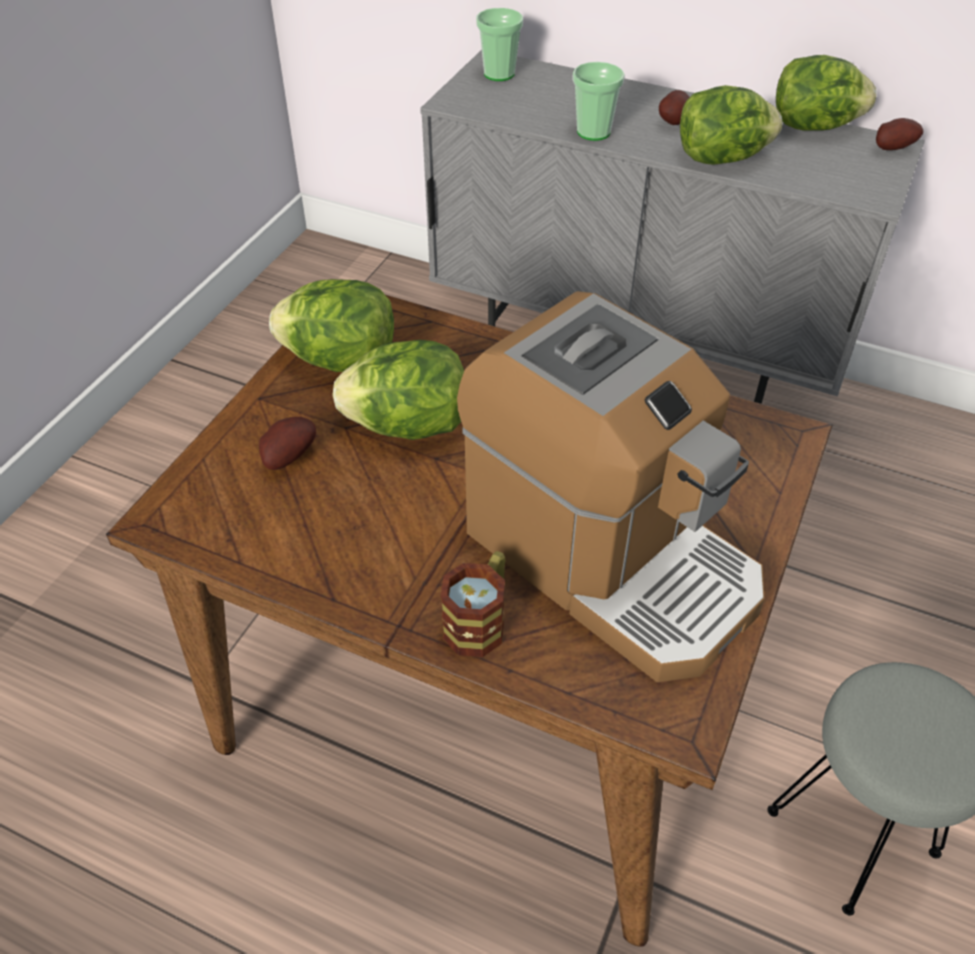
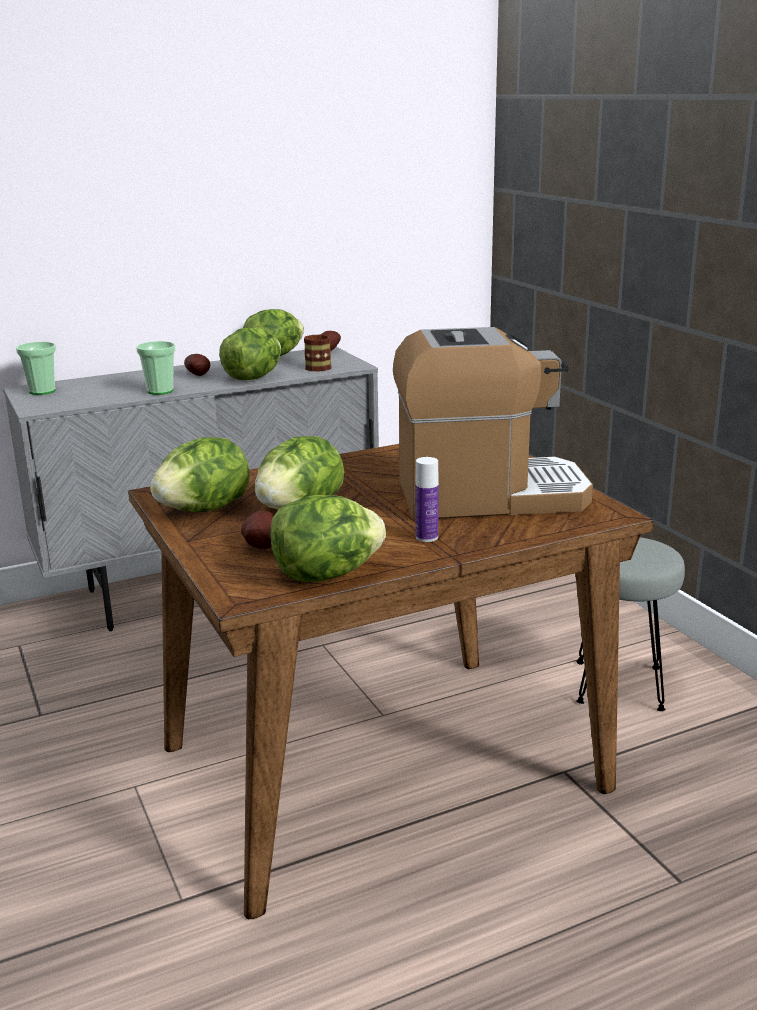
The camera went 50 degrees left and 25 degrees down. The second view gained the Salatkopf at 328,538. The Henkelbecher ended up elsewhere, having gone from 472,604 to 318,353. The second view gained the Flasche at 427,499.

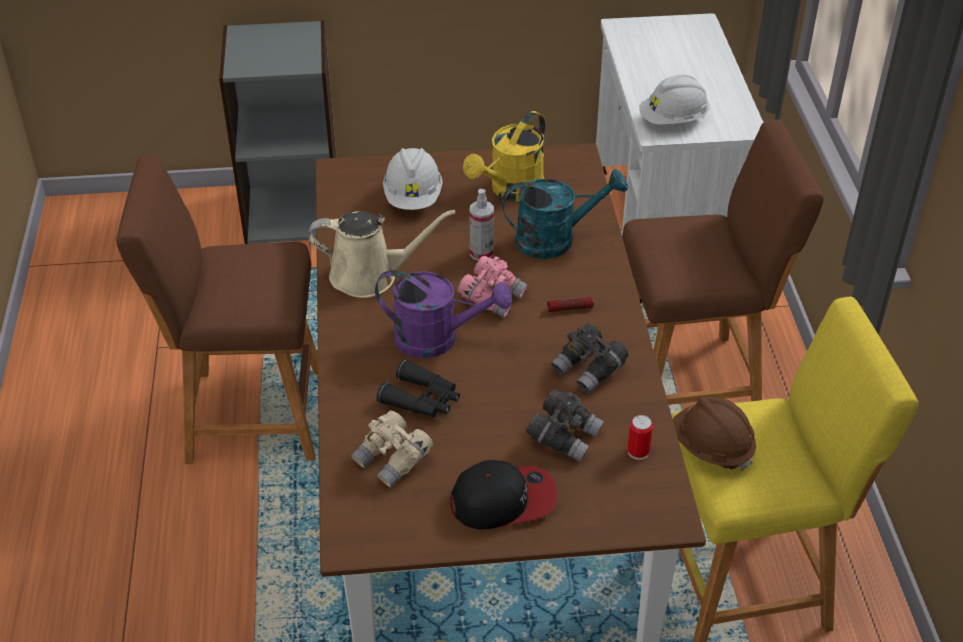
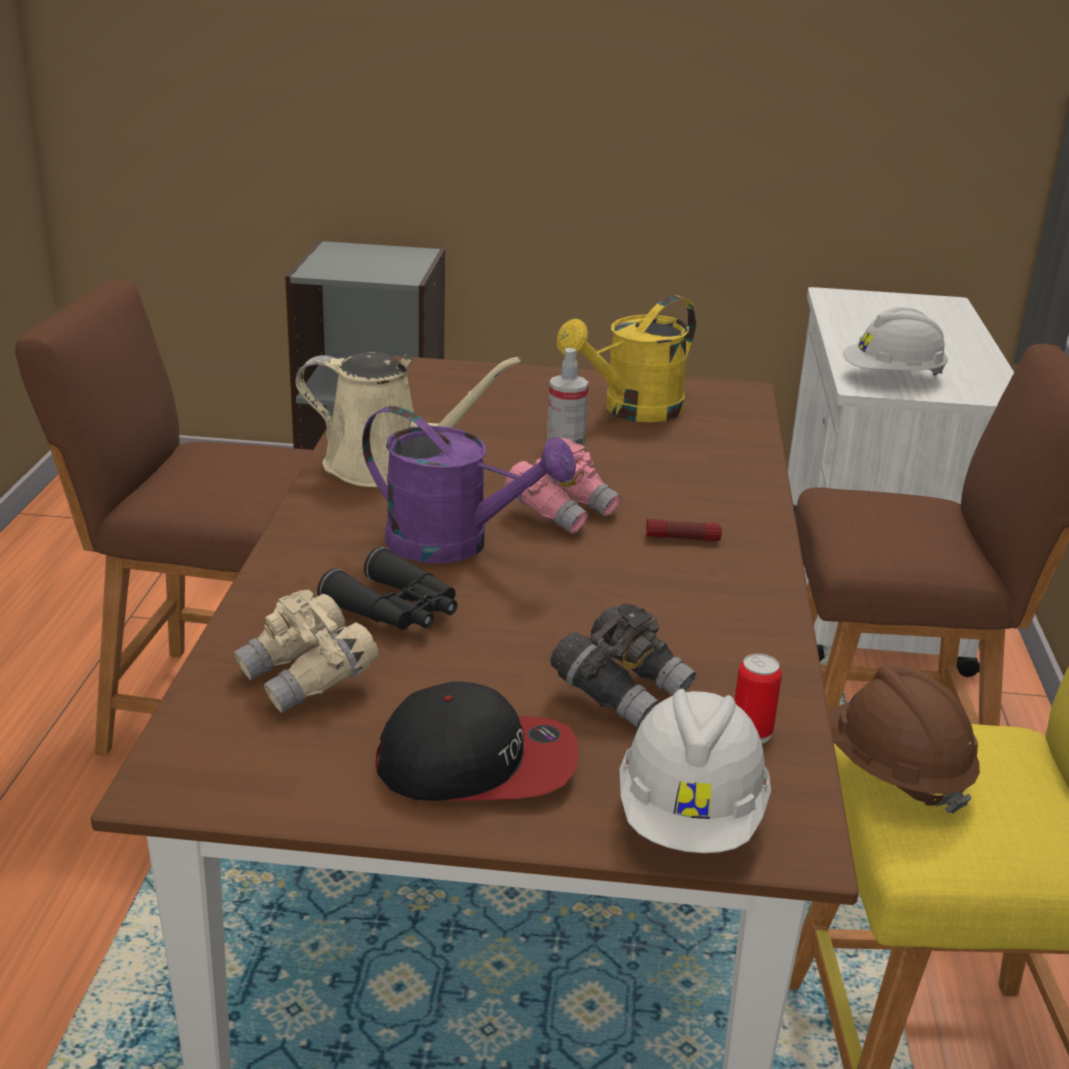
The camera went 10 degrees right and 15 degrees down. The Schutzhelm [weiß] ended up elsewhere, having gone from 413,179 to 695,771. The second view lost the Gießkanne [türkis] at 565,214. The second view lost the Fernglas [grau] at 590,358.

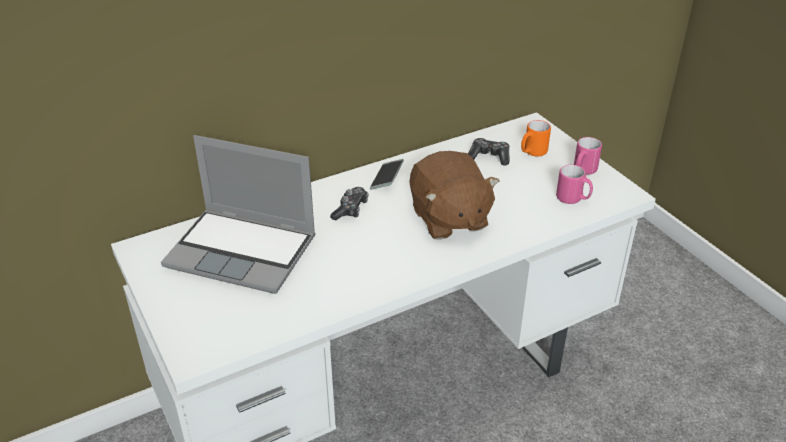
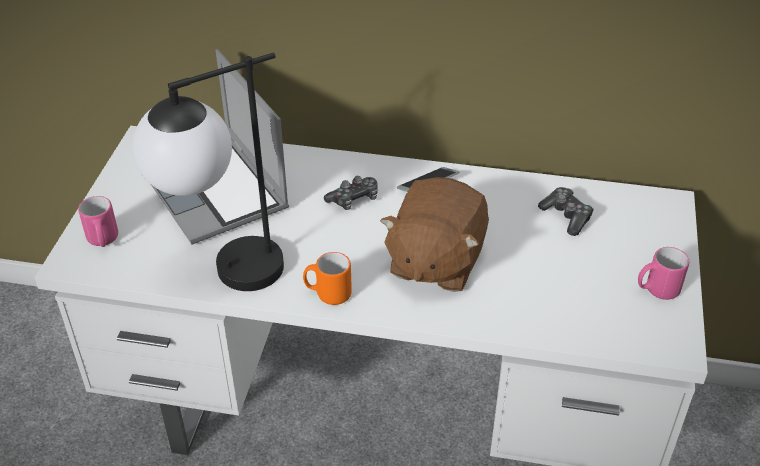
The camera went 40 degrees right and 5 degrees up. The Henkelbecher [rosa] ended up elsewhere, having gone from 574,184 to 98,221. The second view gained the Tischlampe at 208,171. The Henkelbecher [orange] ended up elsewhere, having gone from 536,138 to 327,278.

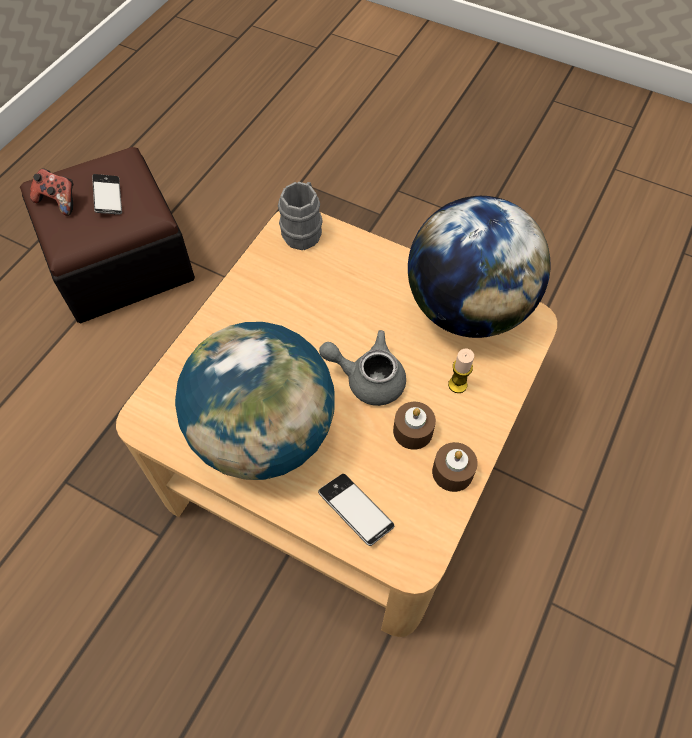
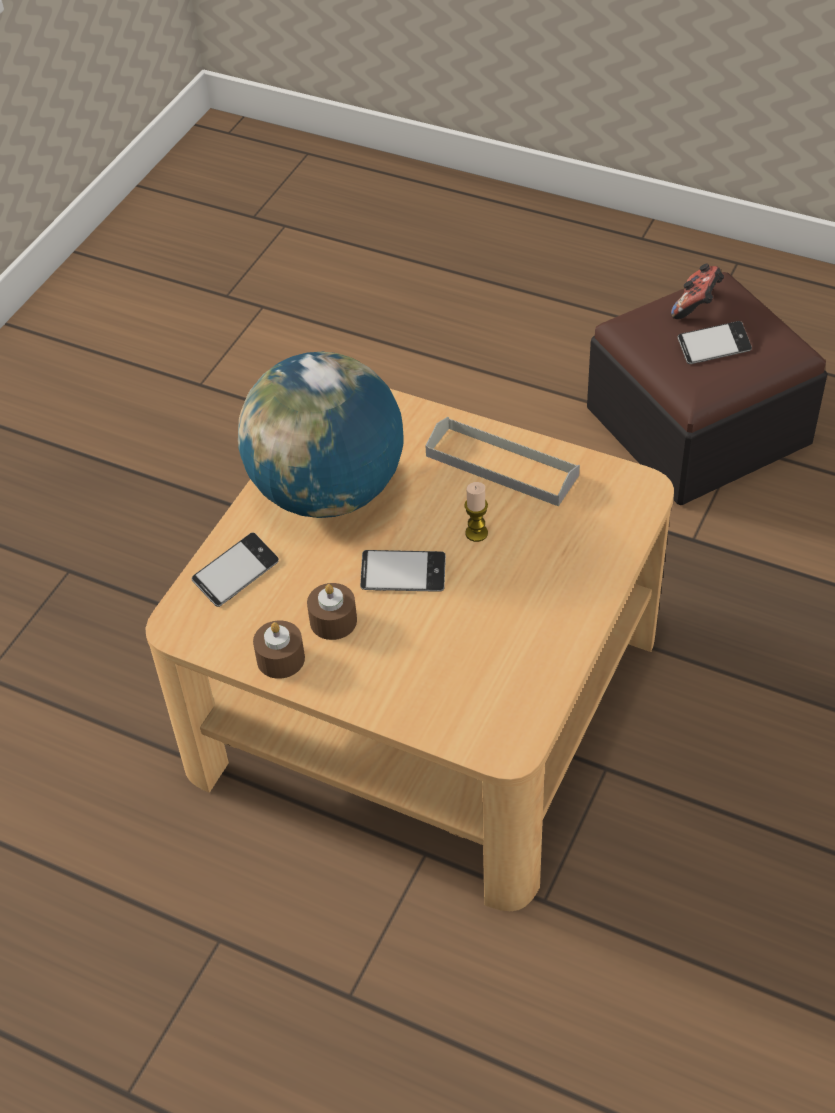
The camera went 90 degrees right and 10 degrees down. Where the Teekanne [grau] stood at 362,368, the Handy came to stand at 403,571. The second view gained the Tablett [grau] at 503,462. The Kerze ended up elsewhere, having gone from 461,371 to 476,512. The second view lost the Henkelbecher [grau] at 300,216. The second view lost the Globus at 479,267.

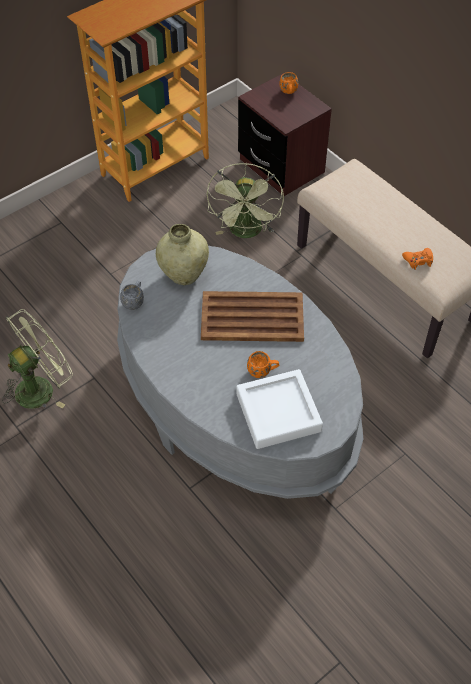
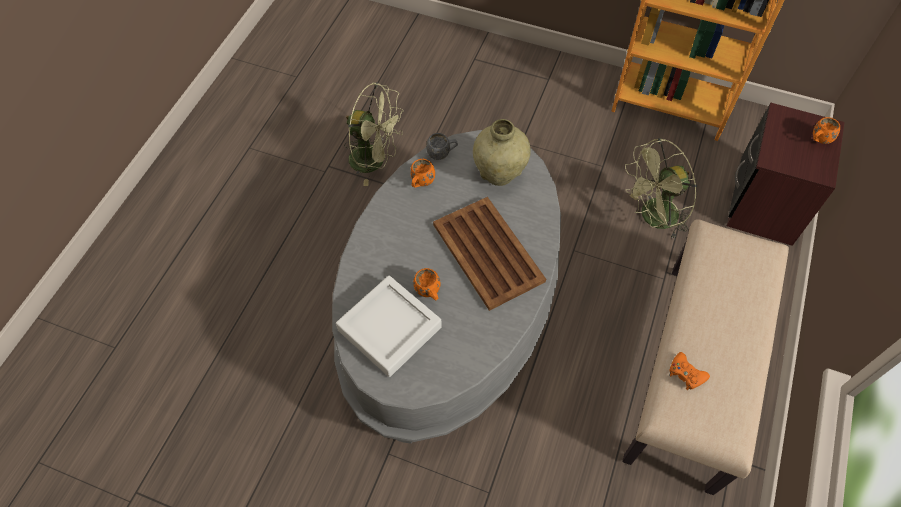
The camera went 60 degrees right and 5 degrees up. The second view gained the Henkelbecher [orange] at 422,173.

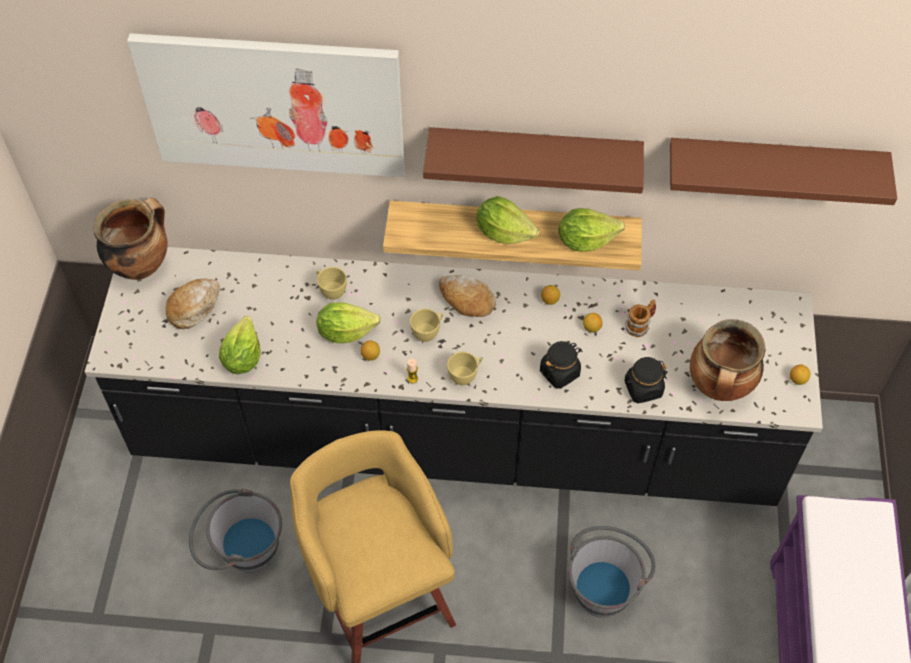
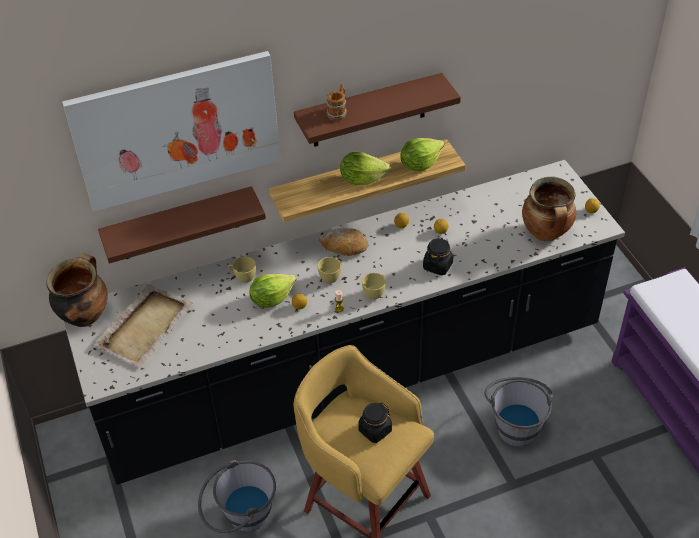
The camera went 25 degrees left and 10 degrees down. Where the Brot stood at 193,304, the Tablett [beige] came to stand at 143,326. The Wandregal [braun] ended up elsewhere, having gone from 783,171 to 182,225. The Henkelbecher ended up elsewhere, having gone from 640,318 to 336,102. The Vorratsglas [schwarz] ended up elsewhere, having gone from 645,380 to 375,423. The second view lost the Salatkopf at 240,345.

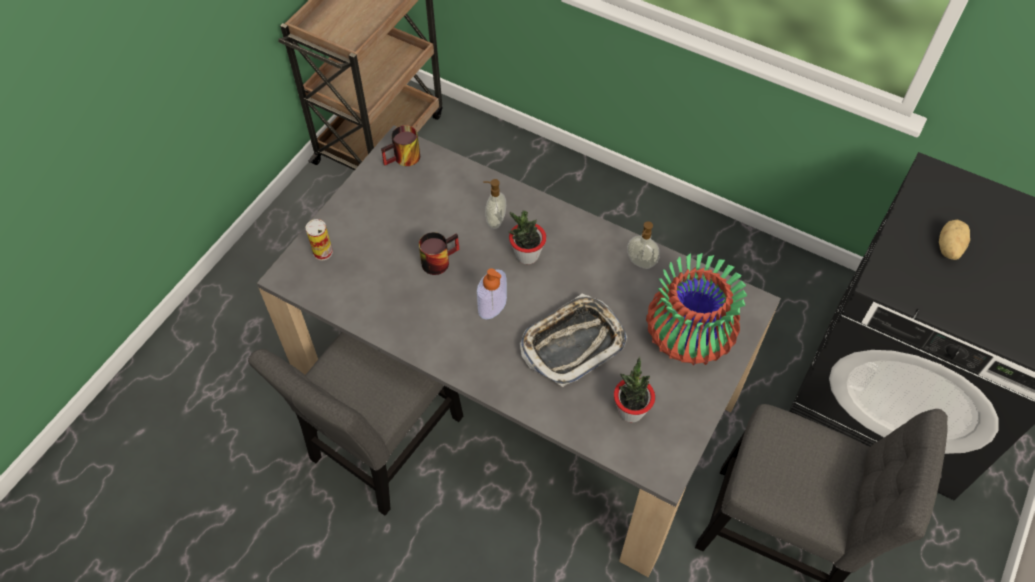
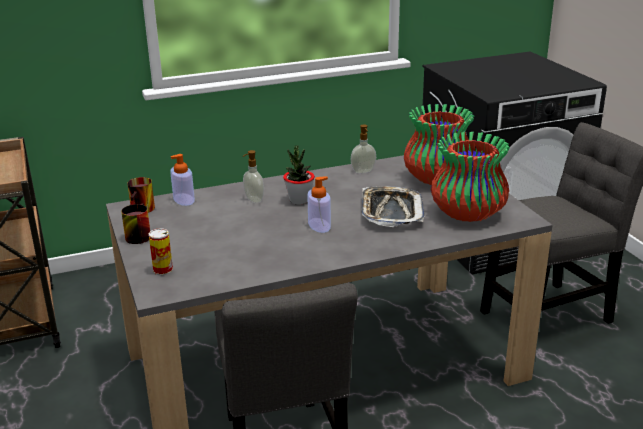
The camera went 50 degrees left and 30 degrees down. The Henkelbecher ended up elsewhere, having gone from 439,253 to 135,223. The second view gained the Seifenspender at 182,180. Where the Topfpflanze stood at 634,389, the Vase came to stand at 470,177. The second view lost the Kartoffel at 954,240.

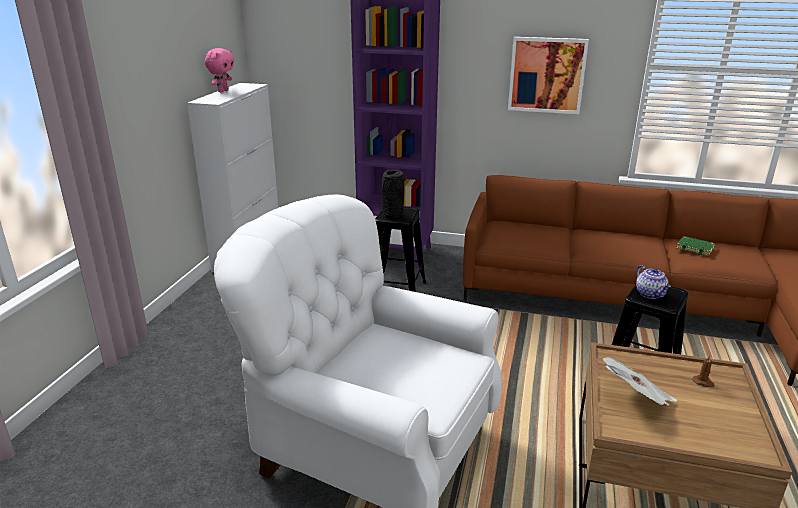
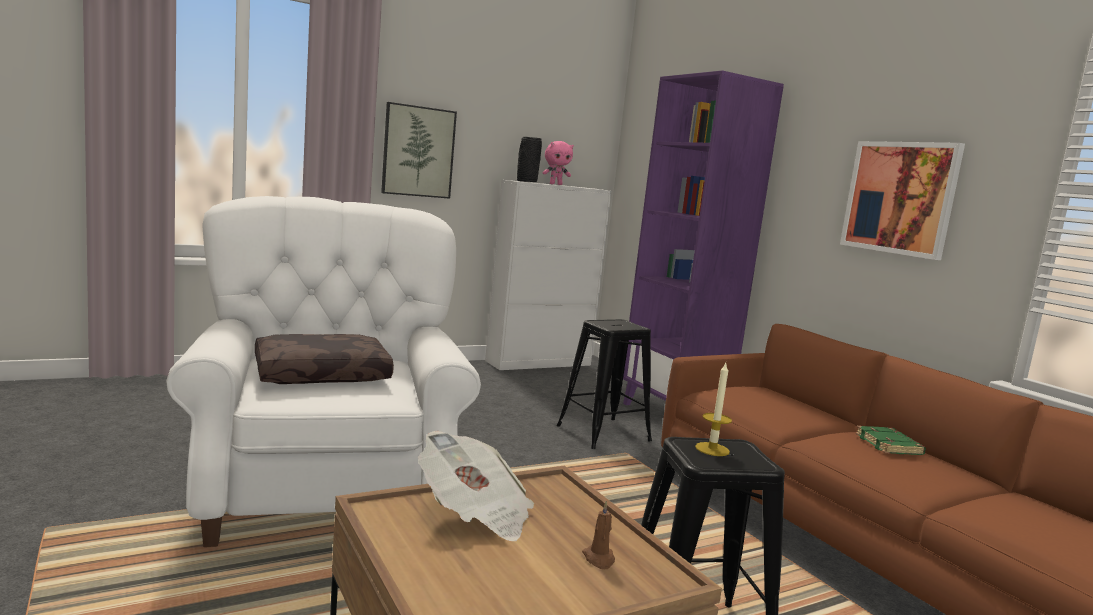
The camera went 45 degrees right and 15 degrees down. The second view gained the Kissen [braun] at 324,359. The second view gained the Bild at 419,150. The Vase [schwarz] ended up elsewhere, having gone from 393,194 to 529,159. Where the Teekanne stood at 653,282, the Kerze came to stand at 713,409. The Buch [grün] ended up elsewhere, having gone from 695,246 to 890,440.

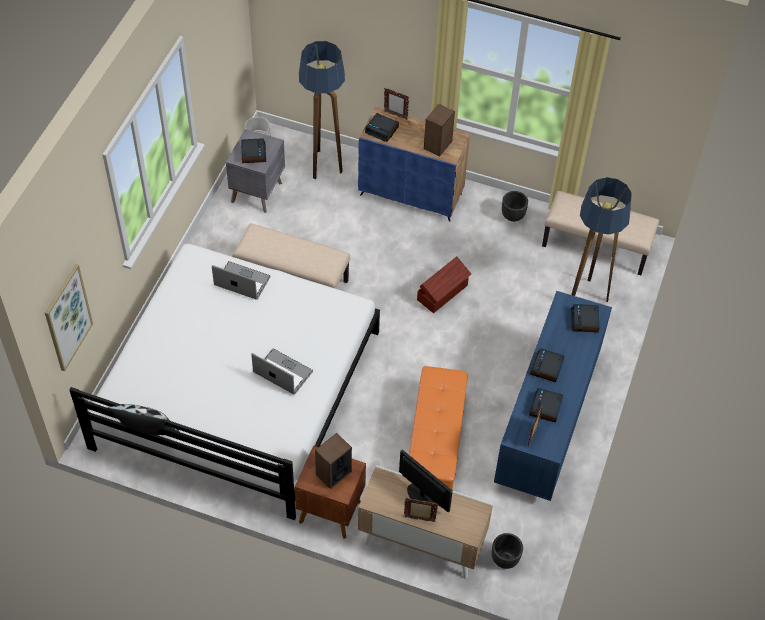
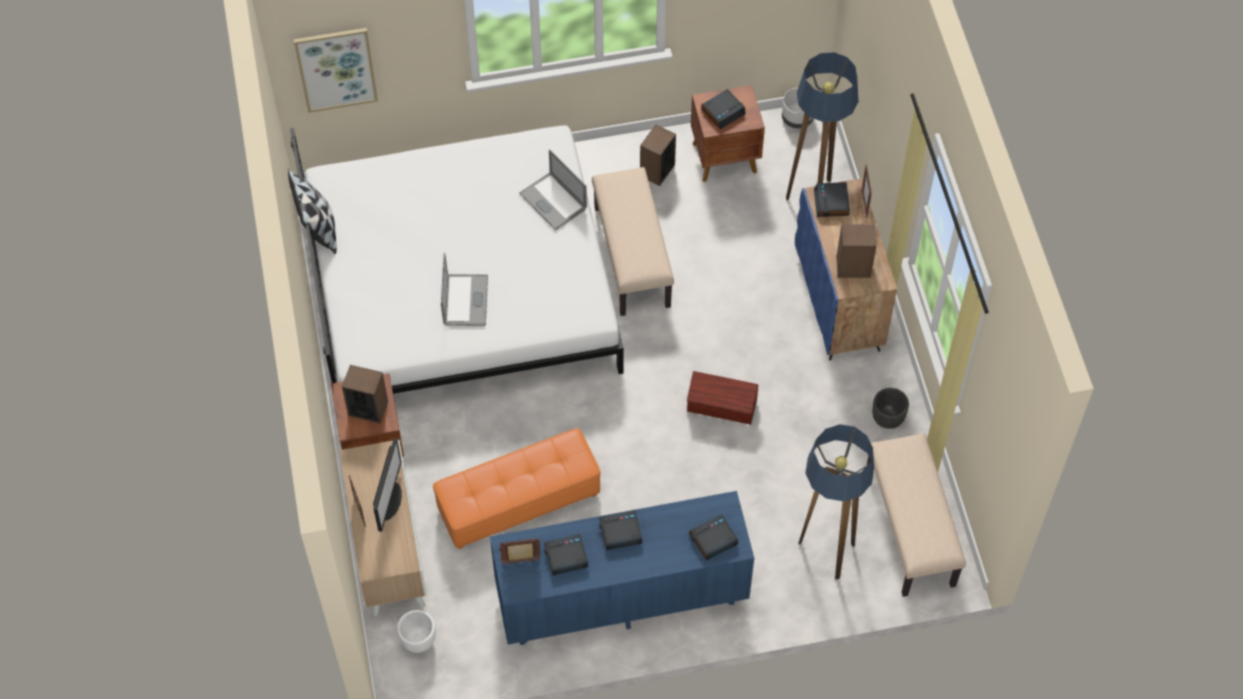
The camera went 60 degrees right and 5 degrees up. What was the Pflanzkübel [schwarz] at 507,551 turned into the Pflanzkübel [weiß] at 416,631. The Laptop at 241,280 ended up facing another way, 150 degrees clockwise from before. The second view gained the Lautsprecher at 658,155. What was the Nachttisch [grau] at 255,171 turned into the Nachttisch [braun] at 728,133.

